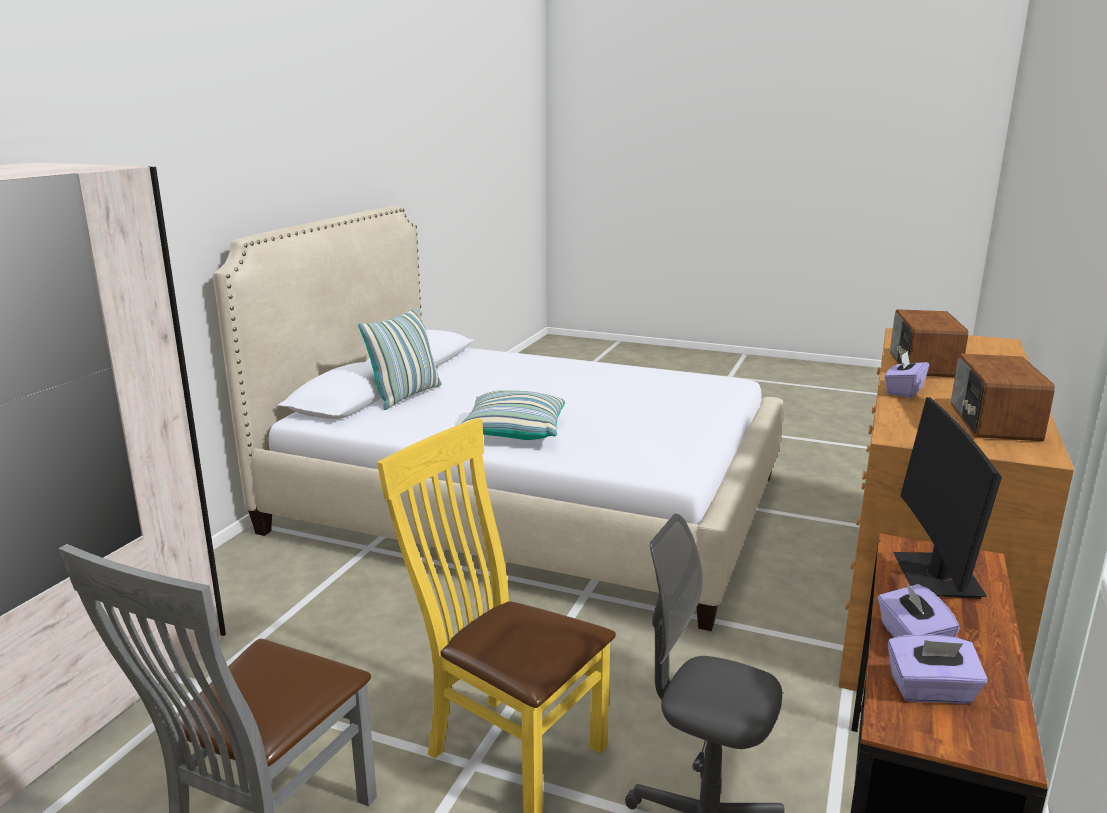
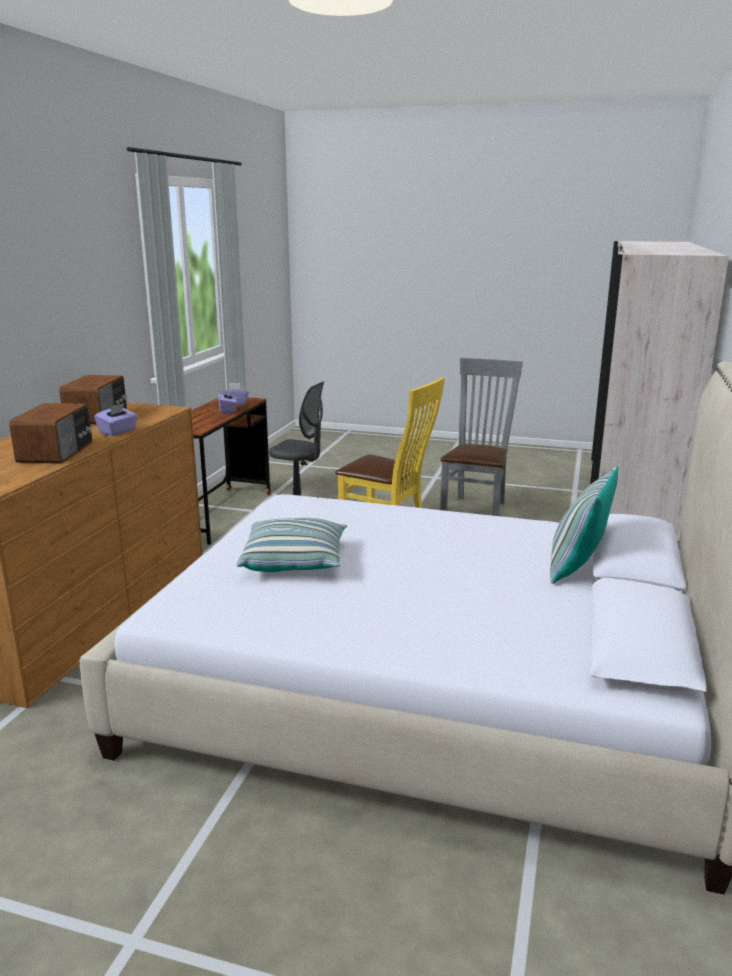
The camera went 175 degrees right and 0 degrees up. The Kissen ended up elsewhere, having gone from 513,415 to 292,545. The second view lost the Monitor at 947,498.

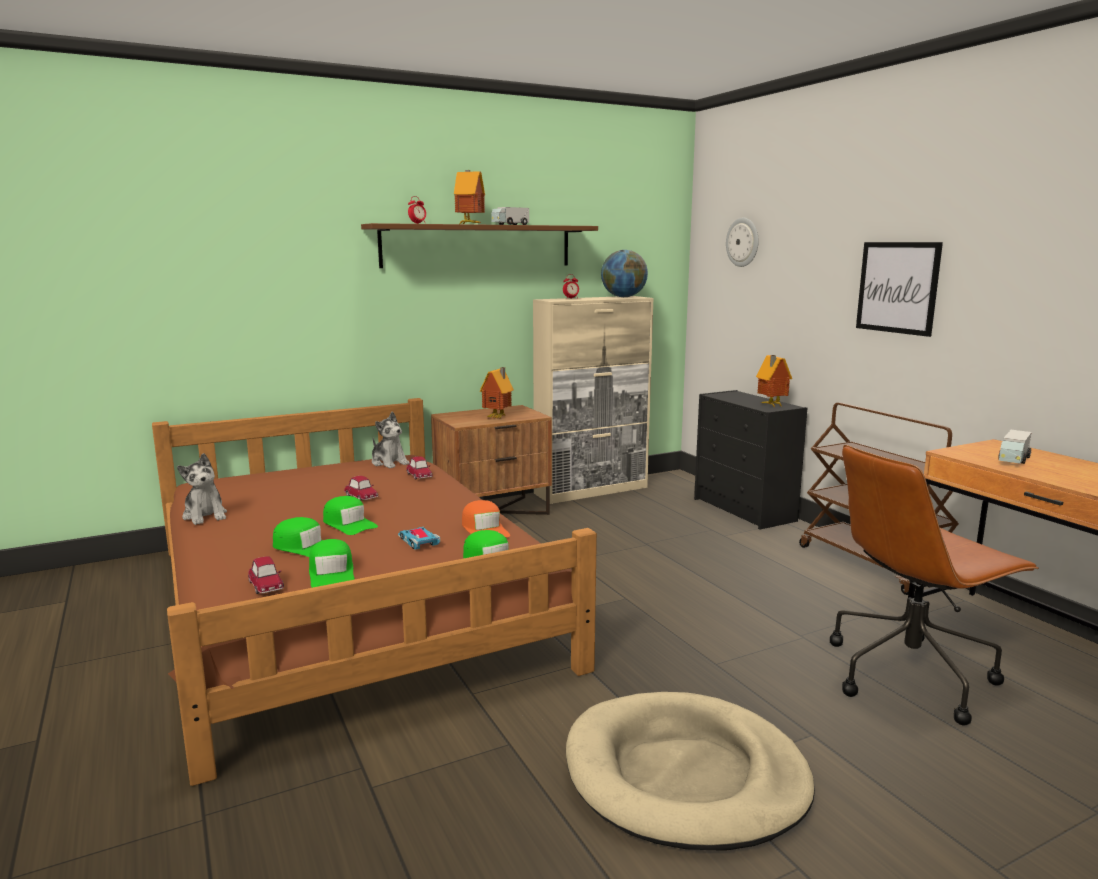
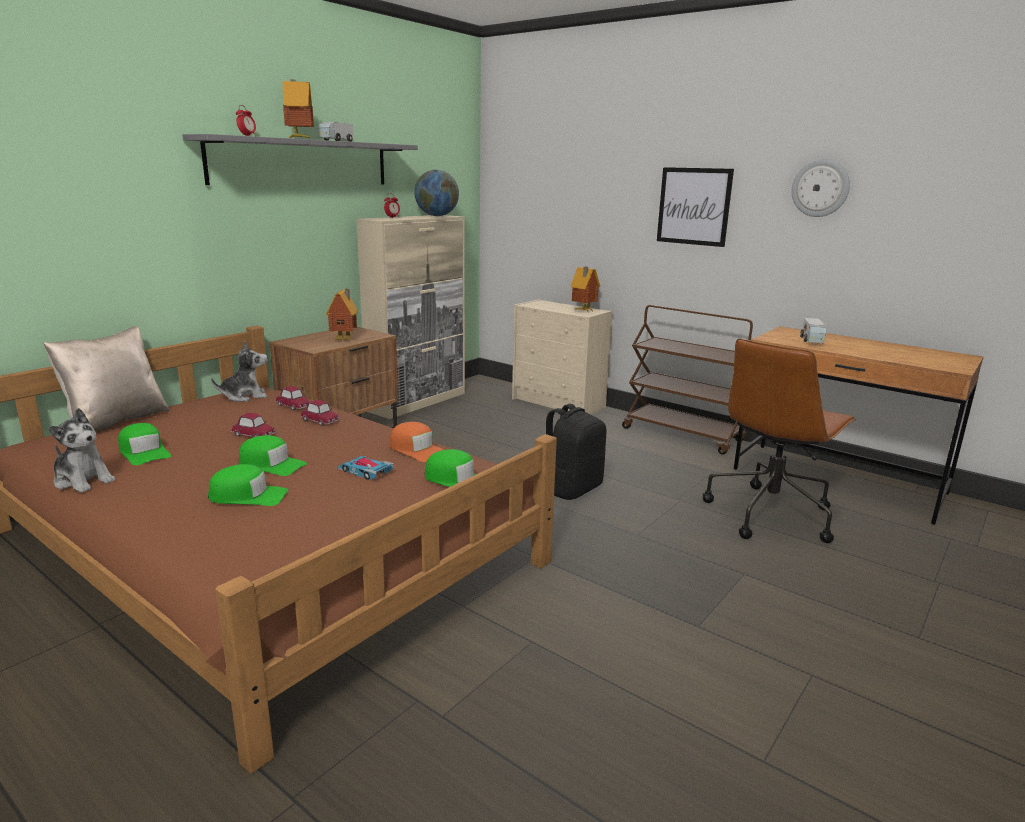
The camera went 25 degrees left and 5 degrees up. The second view gained the Kissen [beige] at 107,379. The Kappe [grün] ended up elsewhere, having gone from 332,563 to 144,444. What was the Wandregal [braun] at 479,245 turned into the Wandregal [grau] at 300,159. The Plüschtier at 391,440 ended up facing another way, 45 degrees counterclockwise from before. The Spielzeugauto ended up elsewhere, having gone from 266,575 to 320,413. What was the Kommode [schwarz] at 750,459 turned into the Kommode [beige] at 562,357. The second view gained the Rucksack [schwarz] at 576,452. The Wanduhr ended up elsewhere, having gone from 742,242 to 821,188. The second view lost the Hundebett [beige] at 690,771.

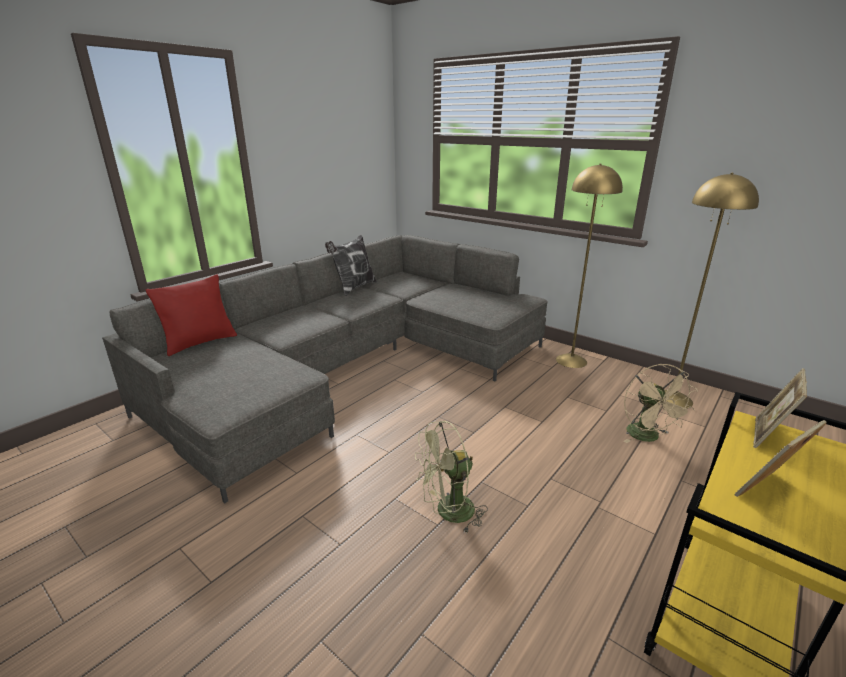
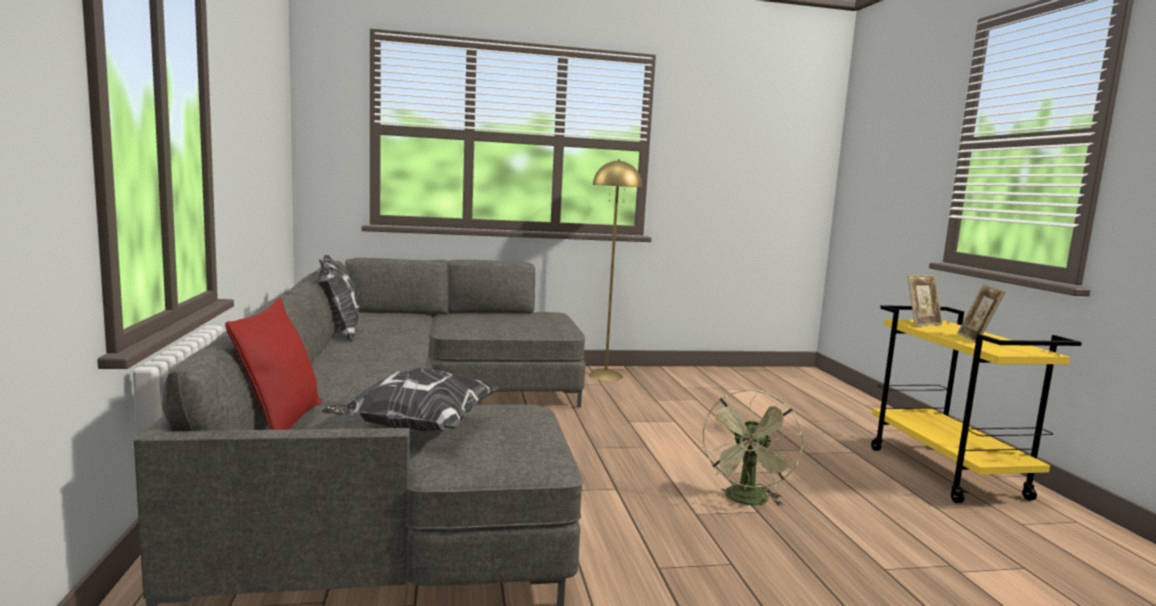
The camera went 50 degrees left and 15 degrees down. The second view gained the Kissen at 410,399. The Bilderrahmen at 780,408 ended up facing another way, 105 degrees counterclockwise from before. The second view lost the Ventilator [beige] at 661,403. The second view lost the Stehlampe [gelb] at 711,290.

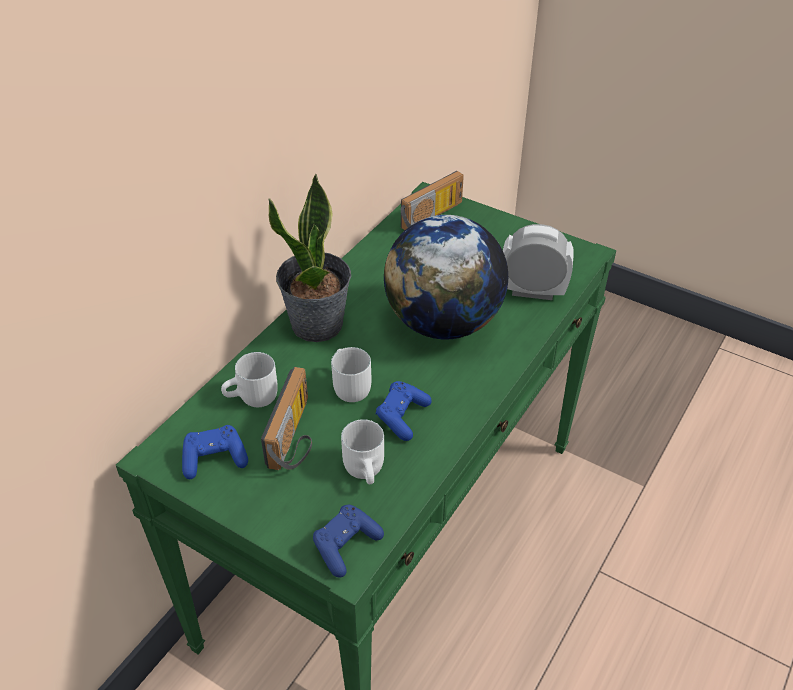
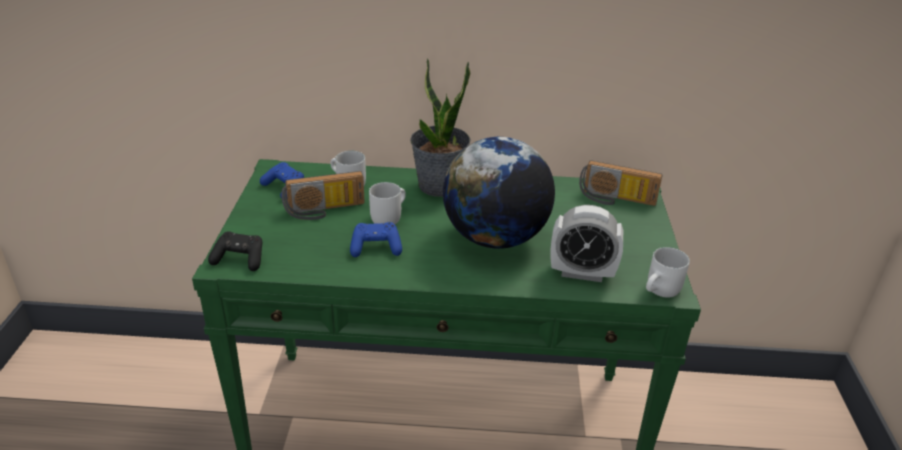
The camera went 60 degrees right and 10 degrees down. What was the Gamepad [blau] at 348,541 turned into the Gamepad [schwarz] at 235,251. The Wecker at 538,262 ended up facing another way, 120 degrees clockwise from before. The Henkelbecher [weiß] ended up elsewhere, having gone from 362,451 to 668,272.

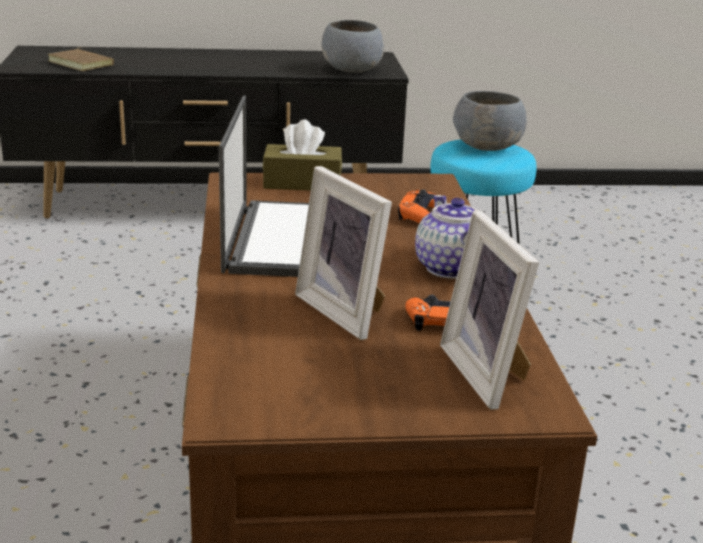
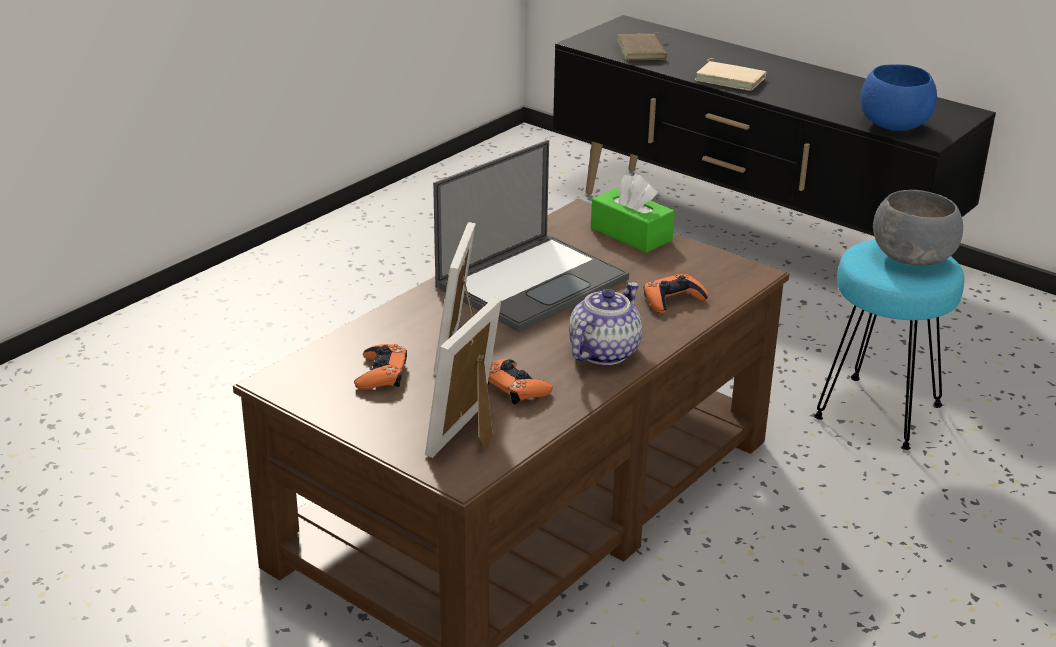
The camera went 45 degrees right and 5 degrees up. The second view gained the Gamepad [orange] at 380,367. What was the Taschentuchbox [braun] at 302,155 turned into the Taschentuchbox [grün] at 633,213. The second view gained the Buch [beige] at 730,74. What was the Schüssel [grau] at 353,46 turned into the Schüssel [blau] at 899,97.

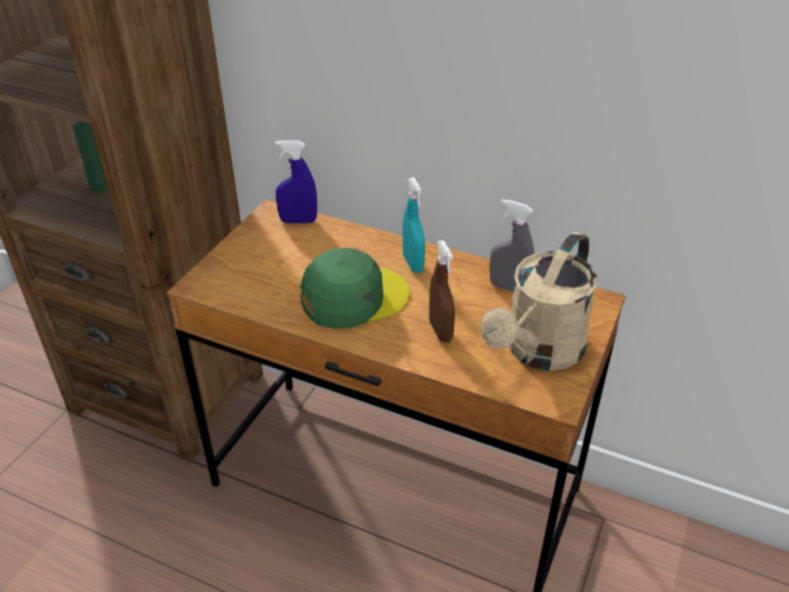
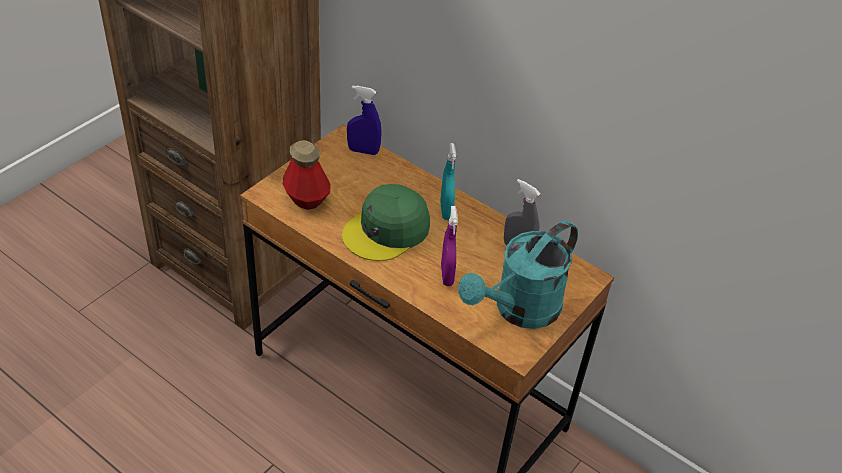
The camera went 10 degrees right and 5 degrees up. The second view gained the Flasche at 307,175. The Kappe [grün] at 355,288 ended up facing another way, 150 degrees clockwise from before. What was the Sprühflasche [braun] at 442,291 turned into the Sprühflasche [lila] at 449,246. What was the Gießkanne [beige] at 539,301 turned into the Gießkanne [türkis] at 518,275.

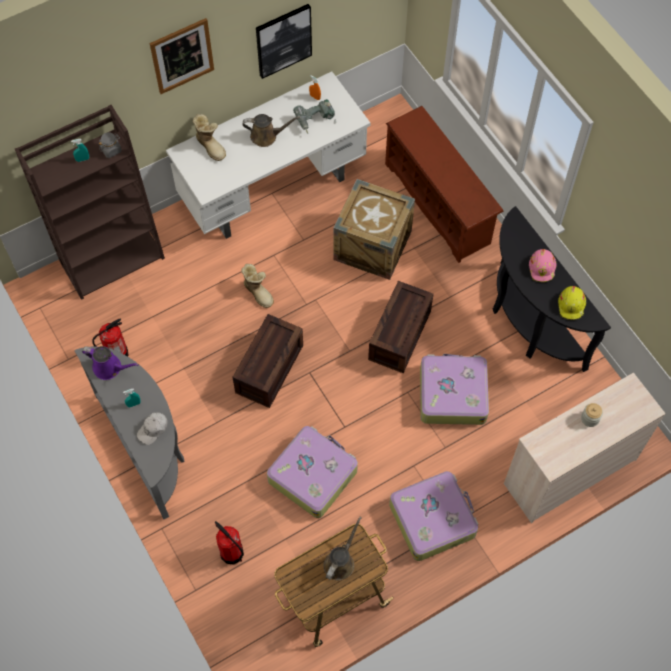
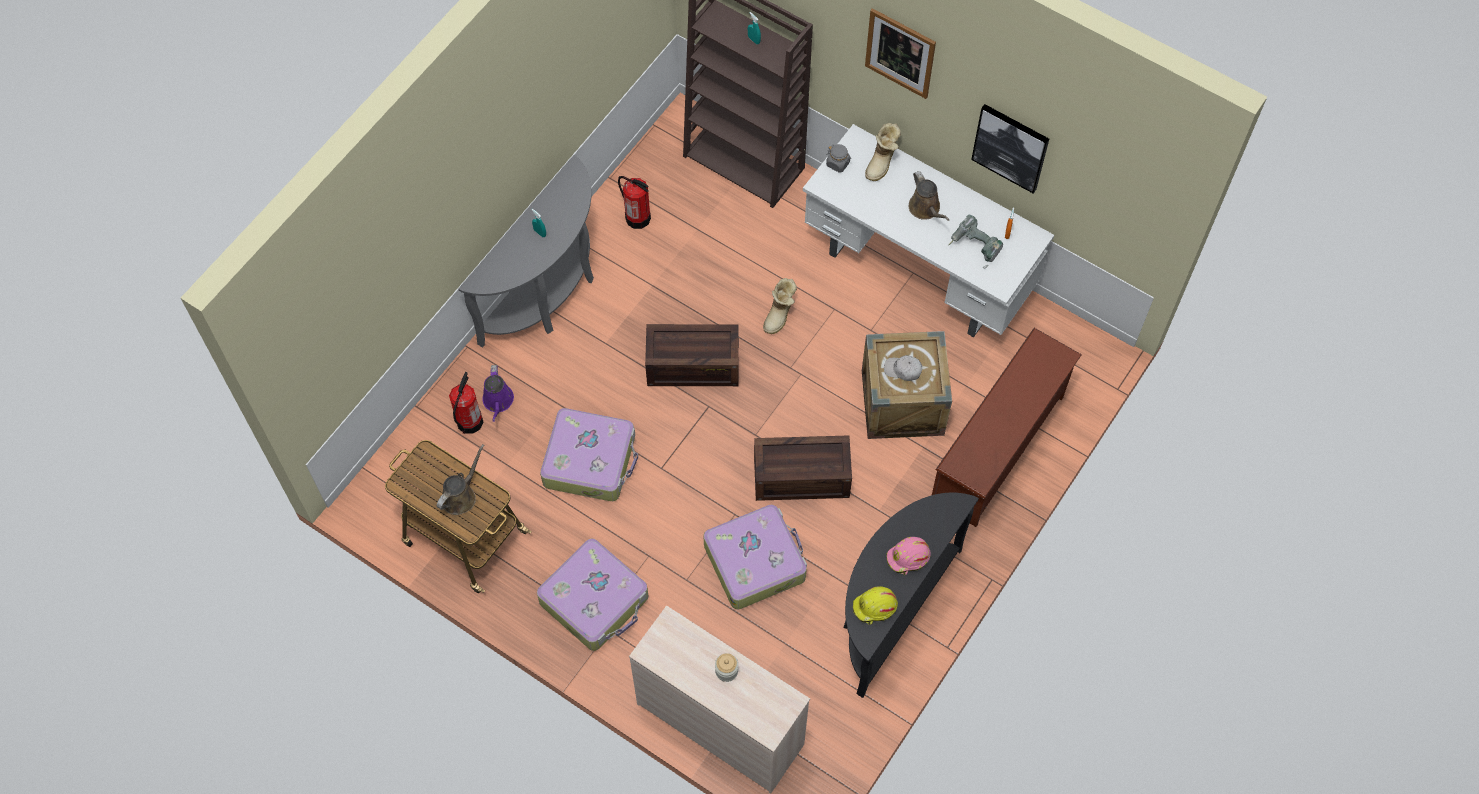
The camera went 65 degrees right and 0 degrees up. The Gießkanne [braun] at 342,548 ended up facing another way, 60 degrees counterclockwise from before. The Gießkanne [lila] ended up elsewhere, having gone from 110,363 to 498,393. The Vorratsglas [grau] ended up elsewhere, having gone from 110,145 to 838,158. The Kappe [weiß] ended up elsewhere, having gone from 152,428 to 903,368.

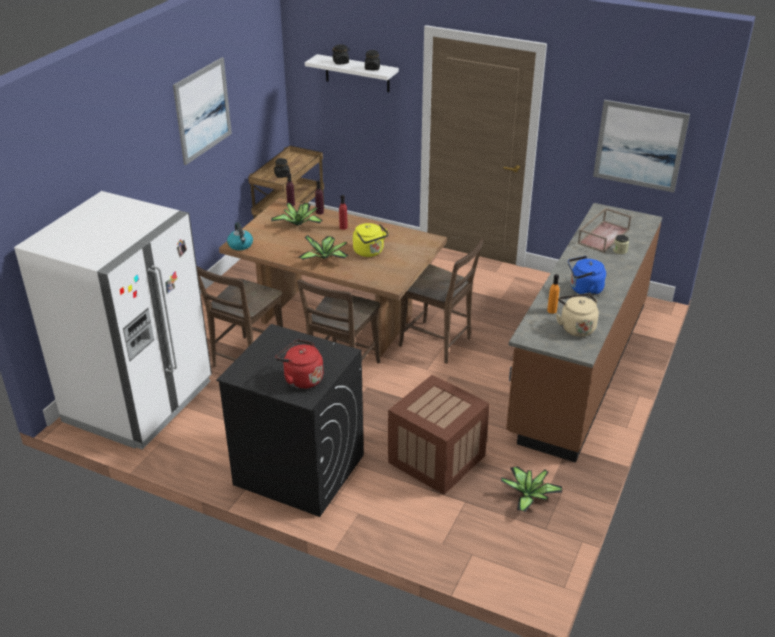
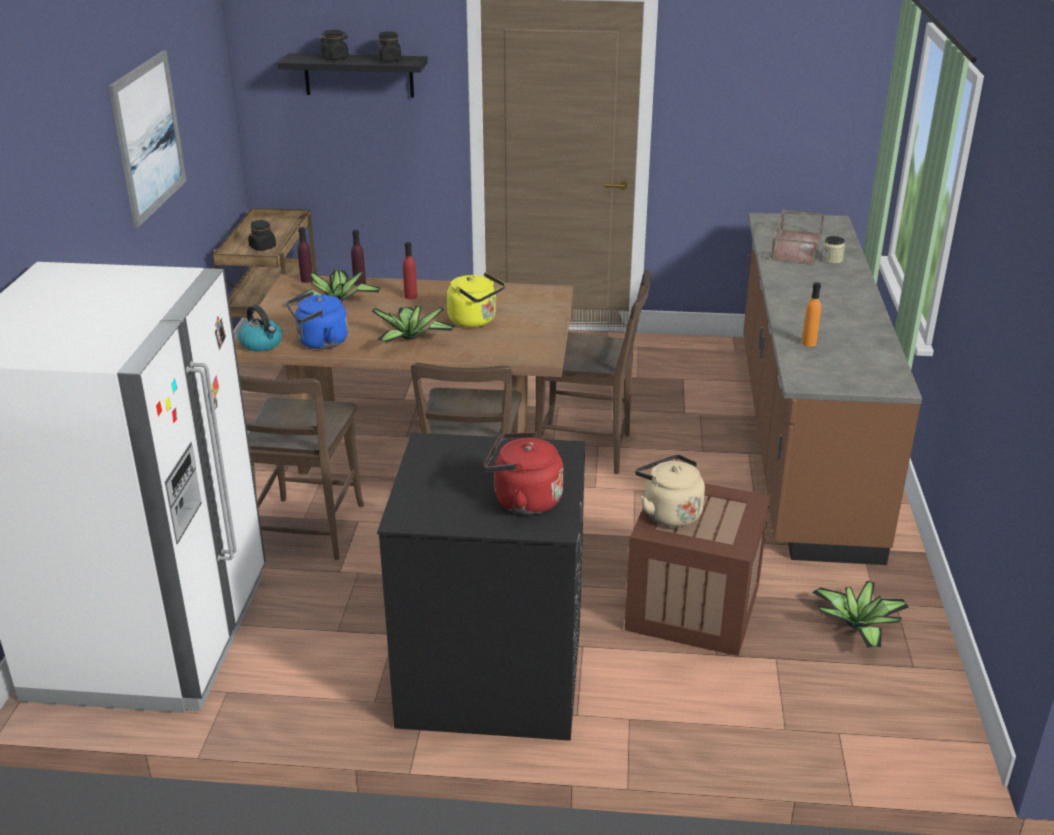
The camera went 20 degrees left and 5 degrees down. What was the Wandregal [weiß] at 352,73 turned into the Wandregal [schwarz] at 352,75. The Wasserkessel [blau] ended up elsewhere, having gone from 587,276 to 317,320. The Wasserkessel [beige] ended up elsewhere, having gone from 577,315 to 670,490. The second view lost the Bild at 641,146.

